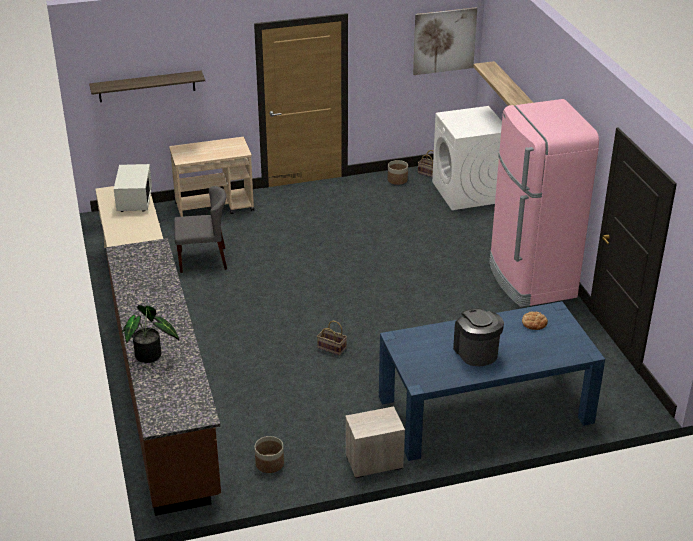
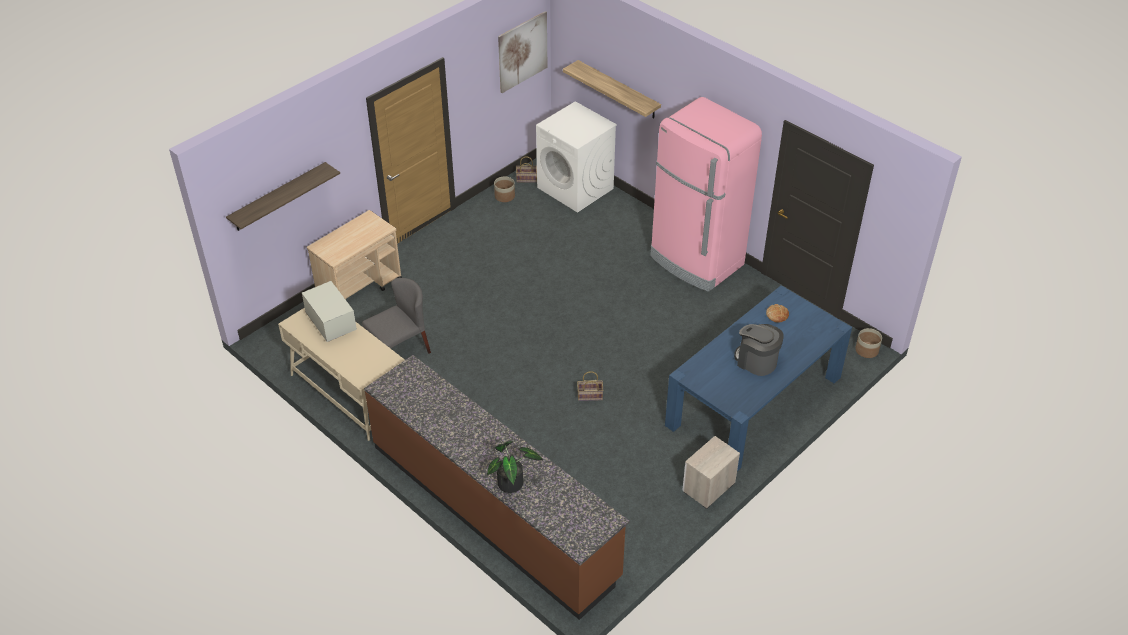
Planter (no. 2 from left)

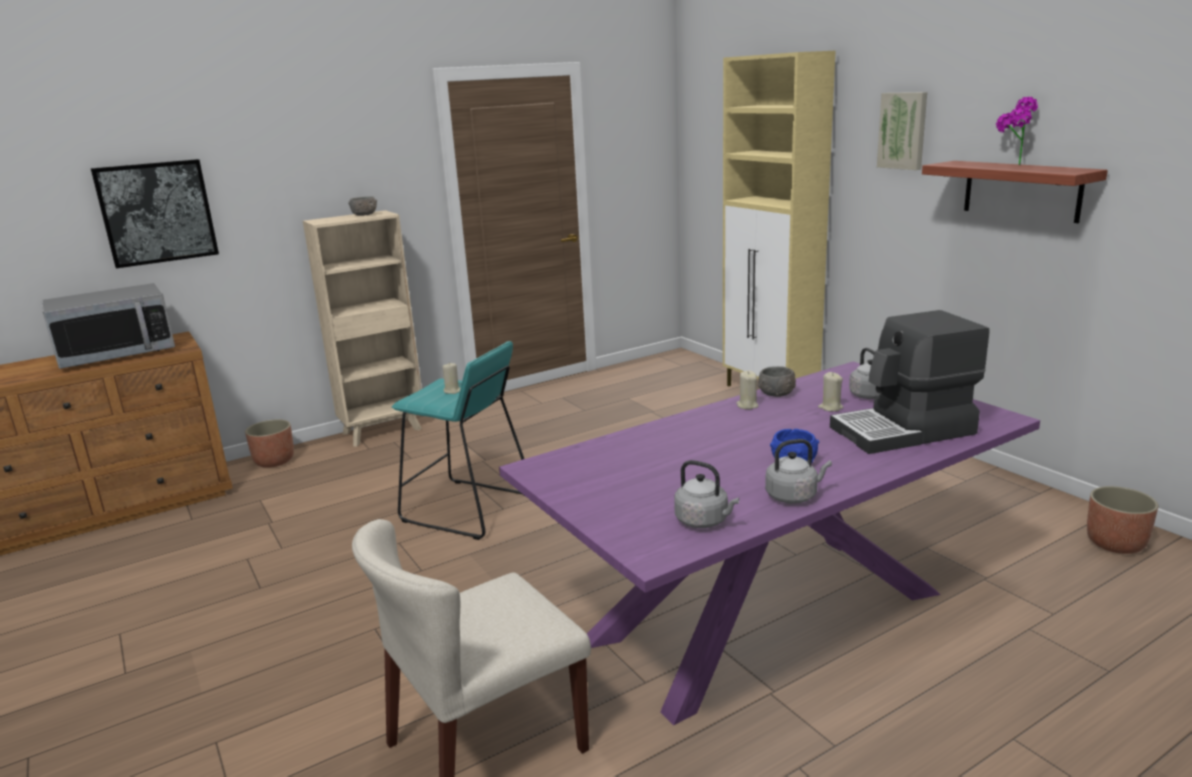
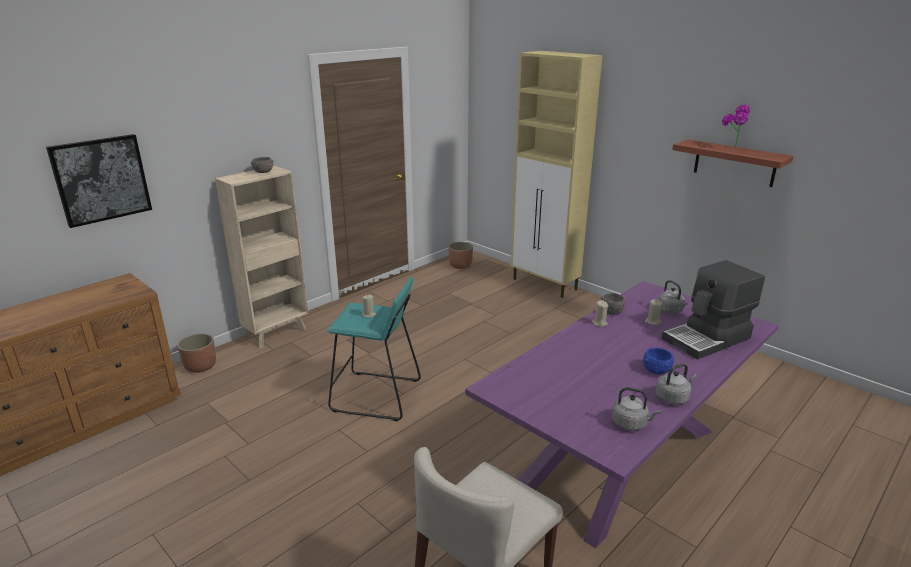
Planter (no. 2 from left)
Microwave
Picture (no. 2 from left in the first image)

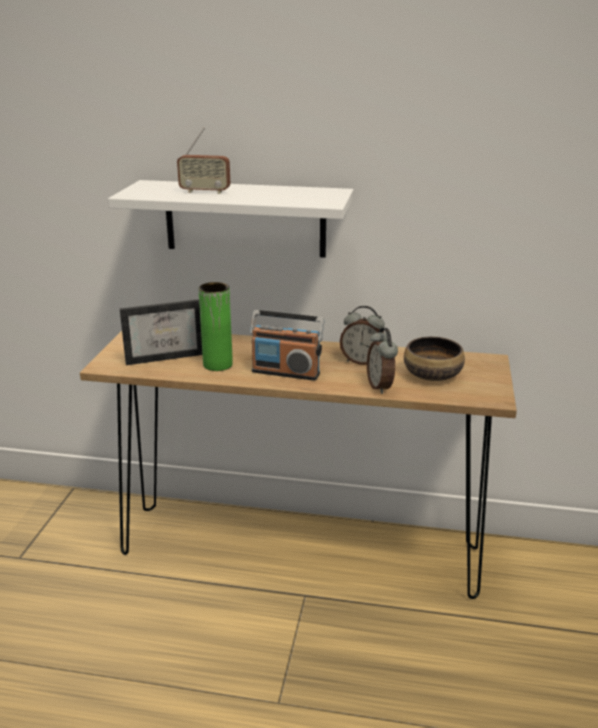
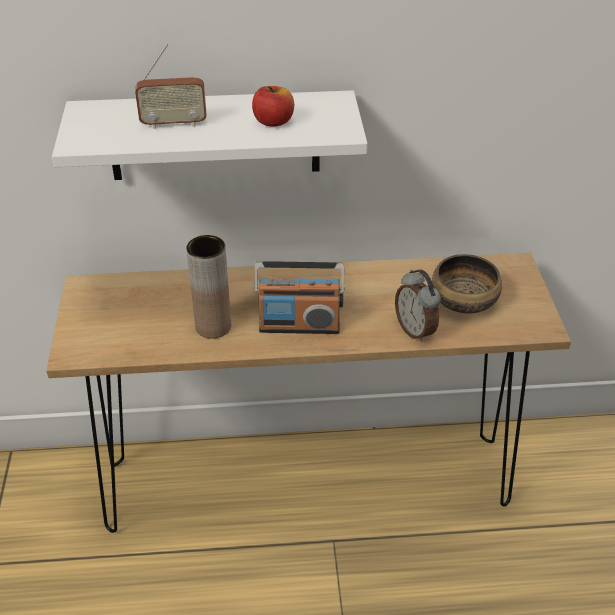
BrownVase
Apple
PictureFrame
AlarmClock (no. 1 from left in the first image)

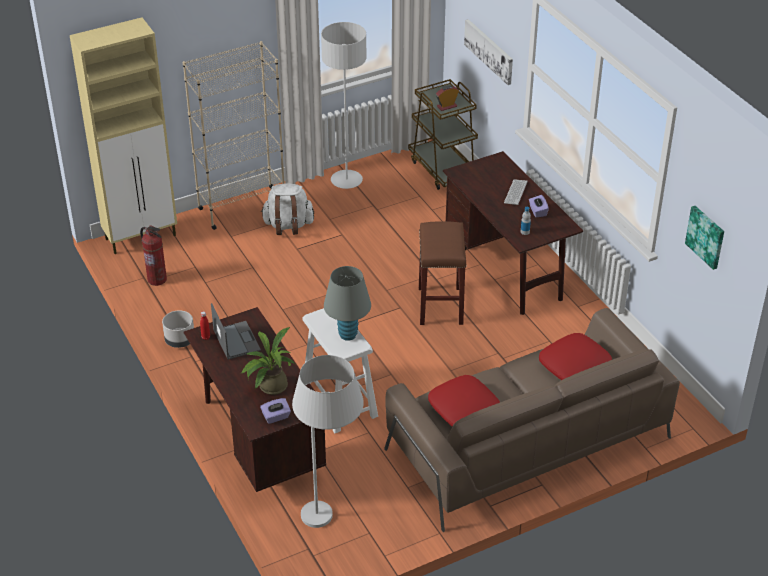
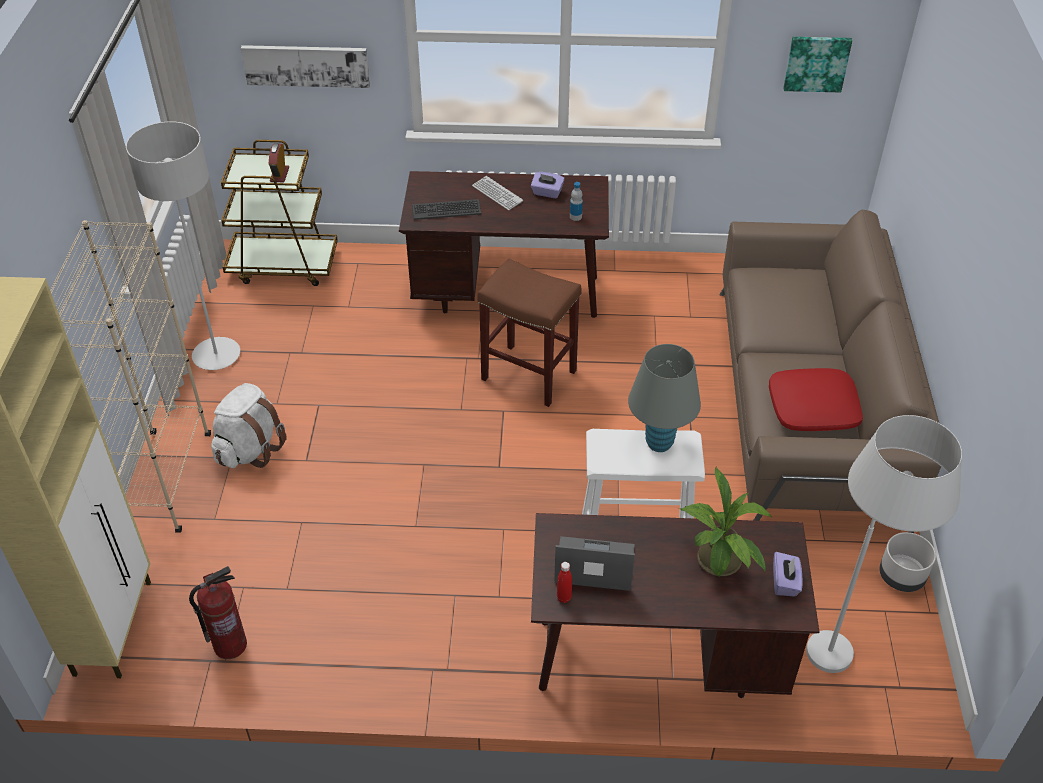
Keyboard (no. 1 from left)
GreyPlanter
RedPillow (no. 2 from left in the first image)

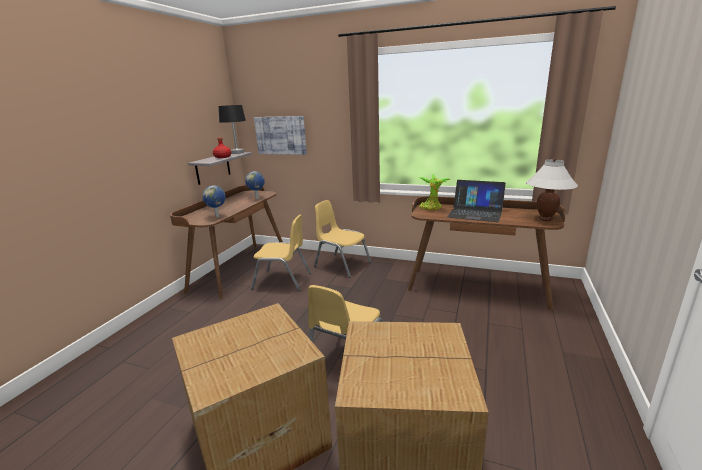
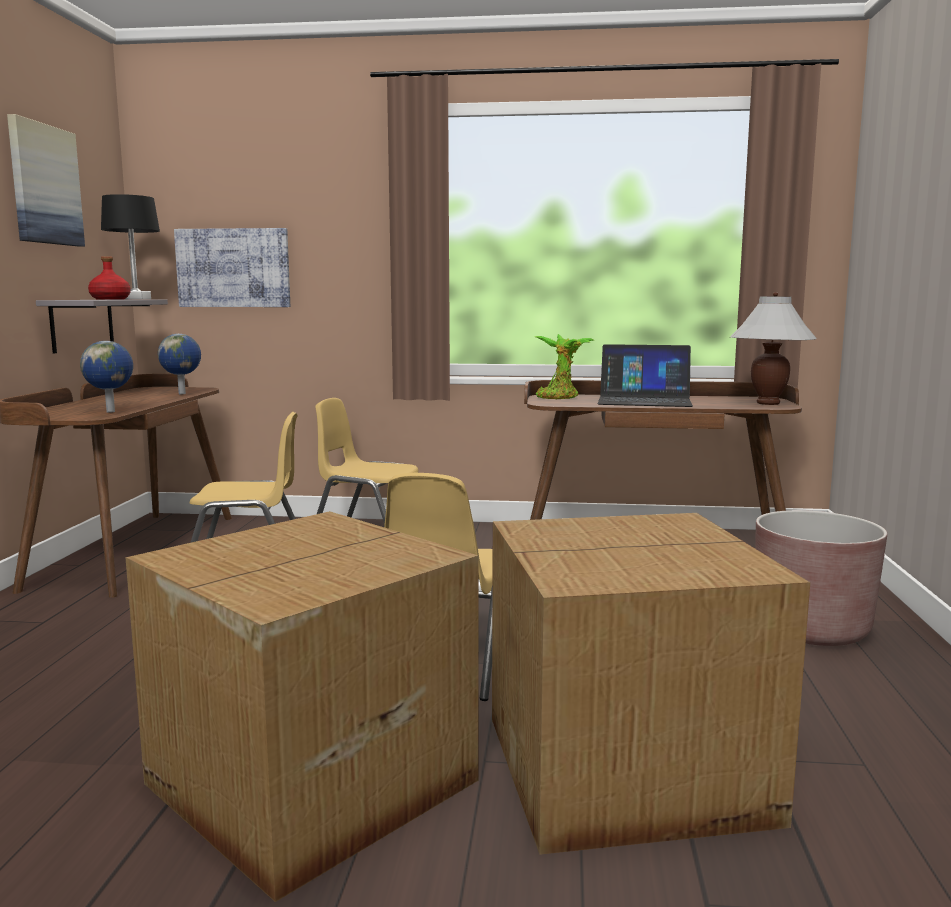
Picture (no. 1 from left)
BrownPlanter

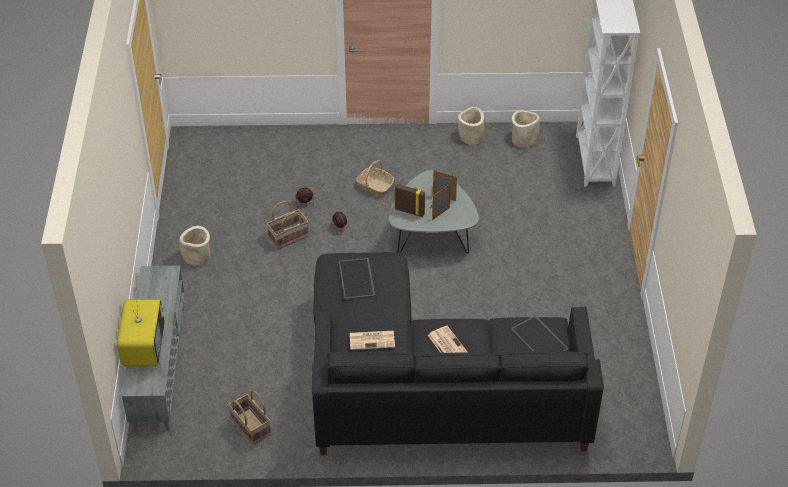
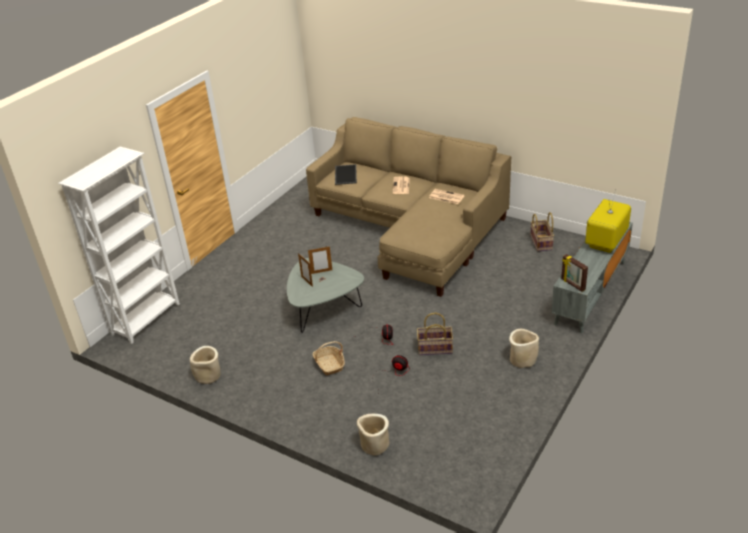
BeigeSofa
BeigePlanter (no. 2 from left)
PictureFrame (no. 3 from left)
Tray (no. 1 from left in the first image)

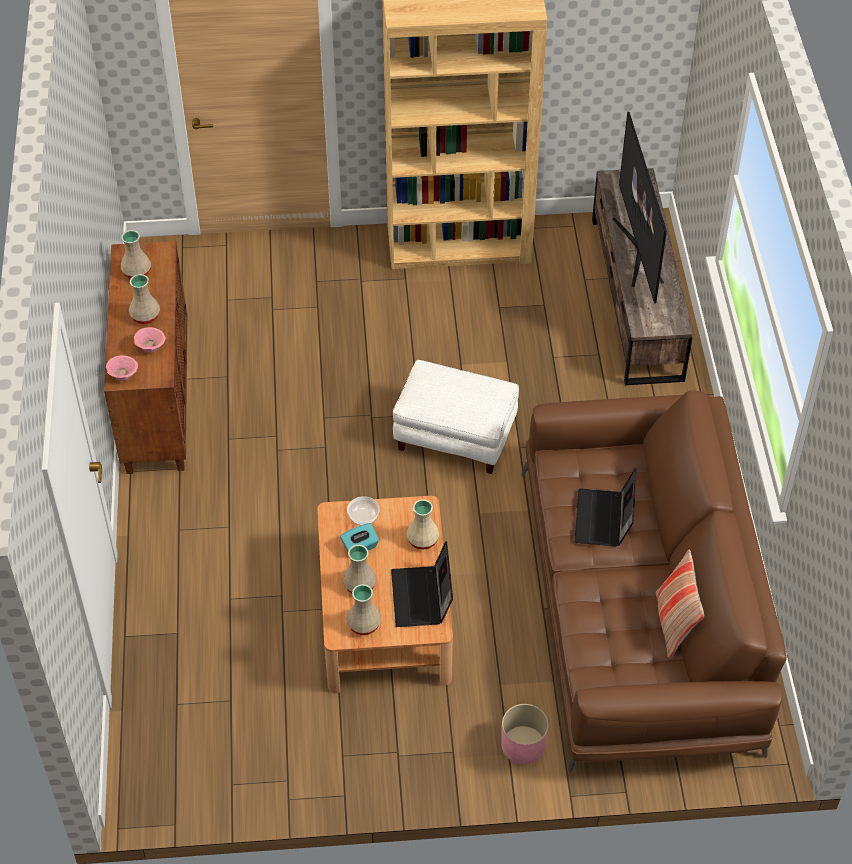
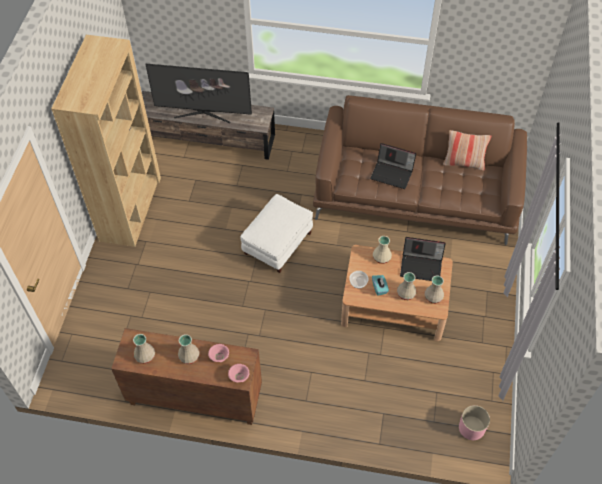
PinkPlanter

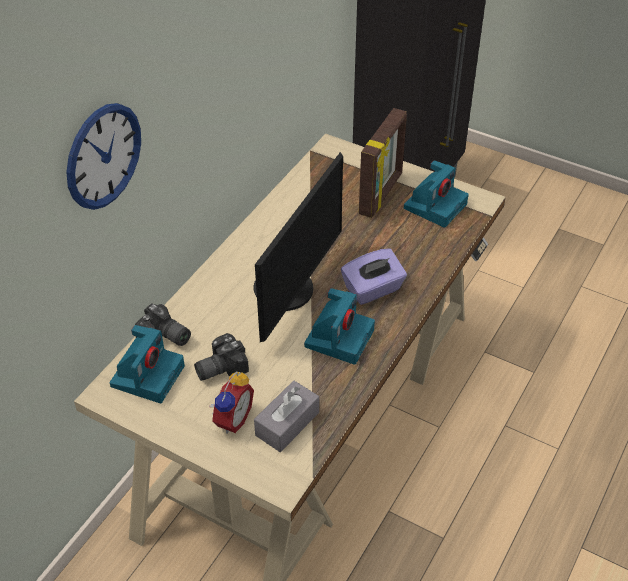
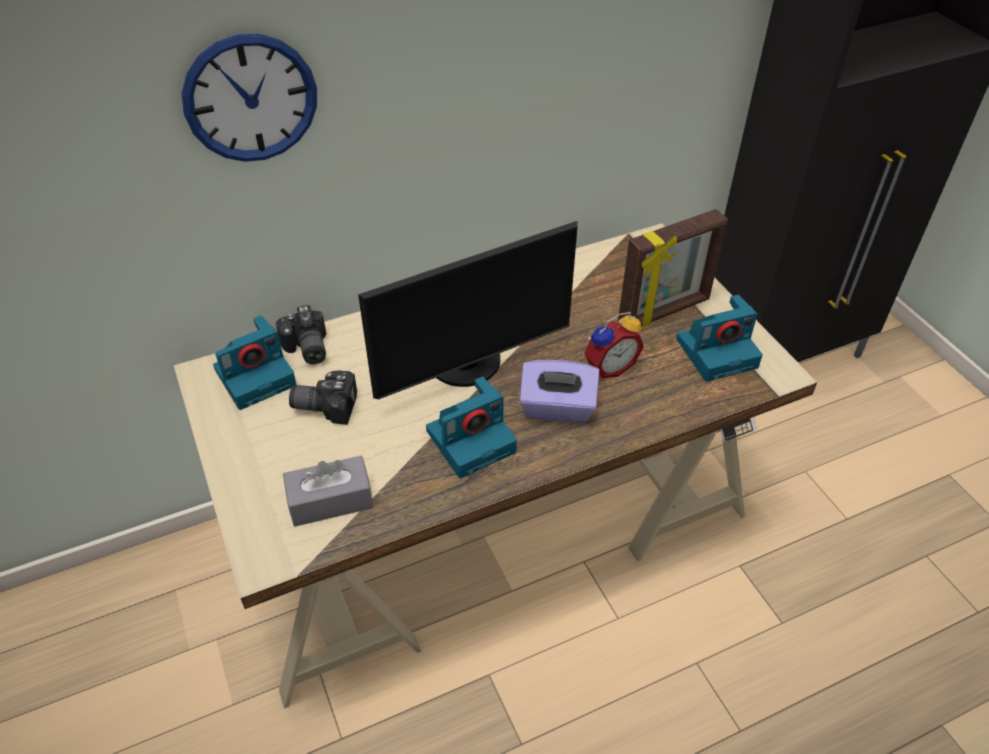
AlarmClock

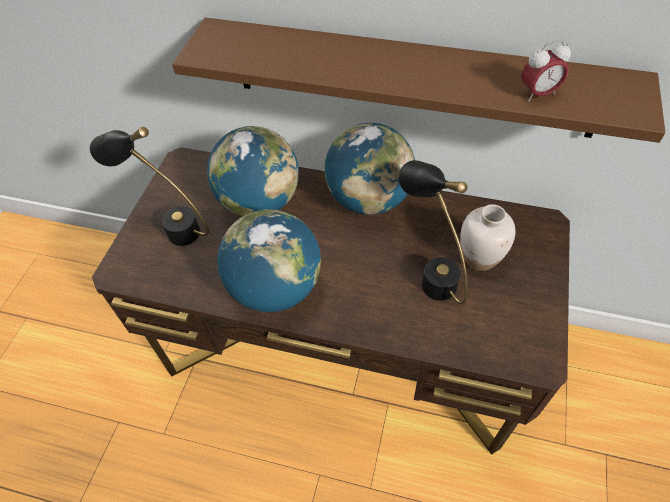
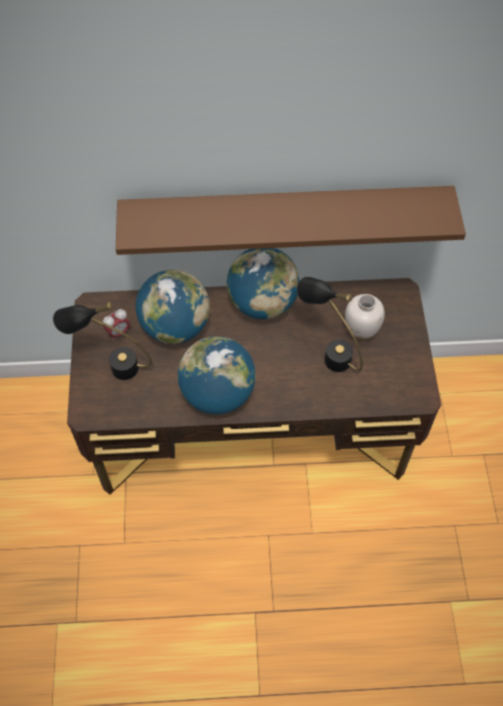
AlarmClock

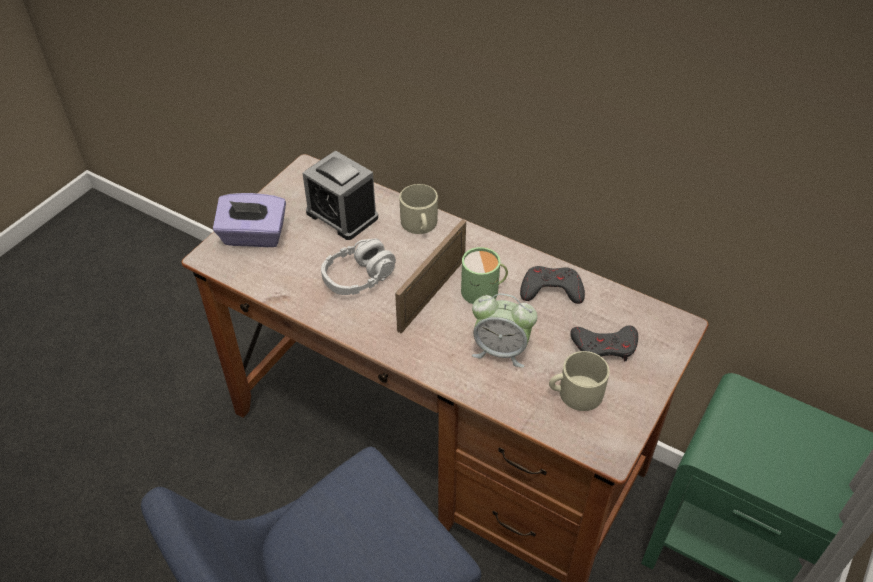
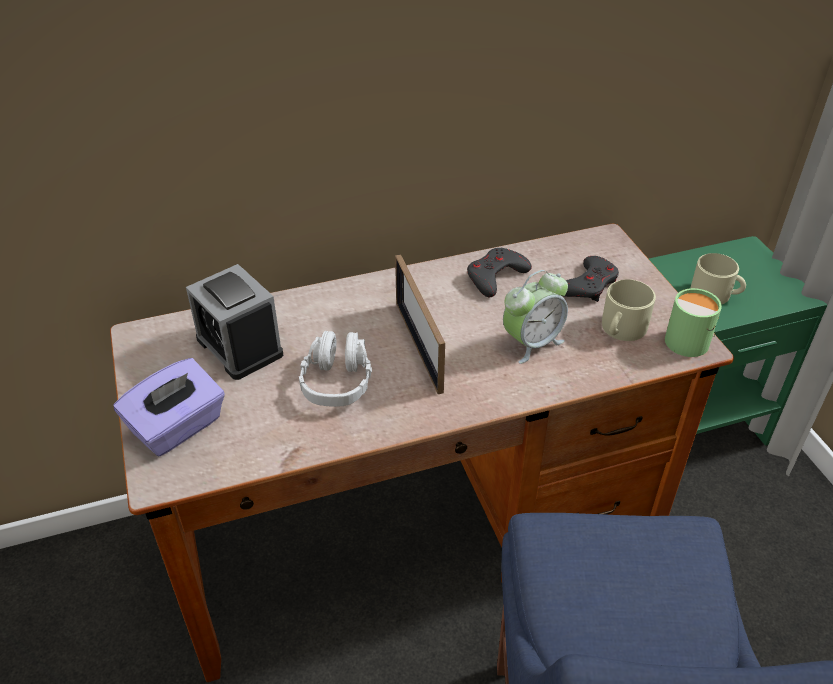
AlarmClock (no. 1 from left)
GreenMug
BeigeMug (no. 2 from left)

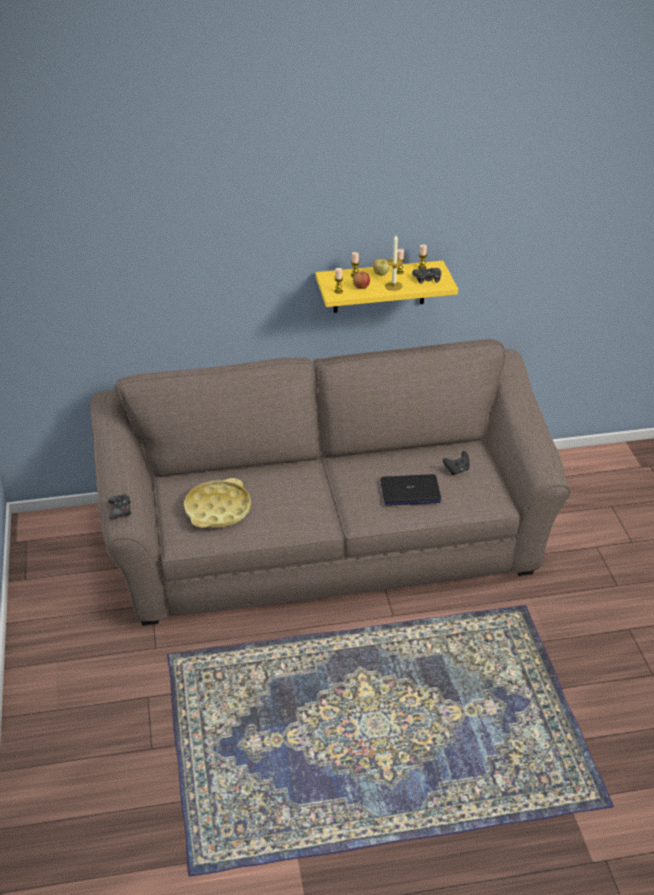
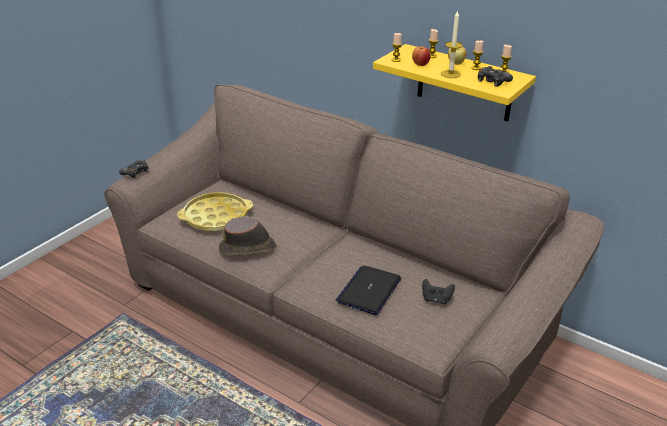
BrownHat
Laptop

